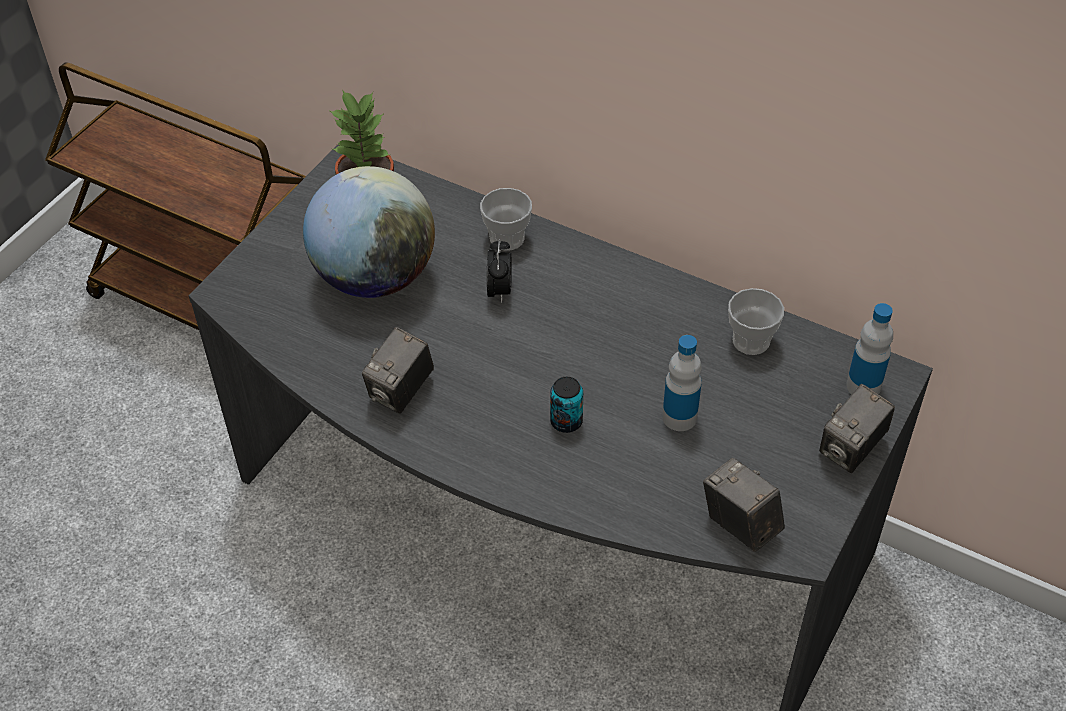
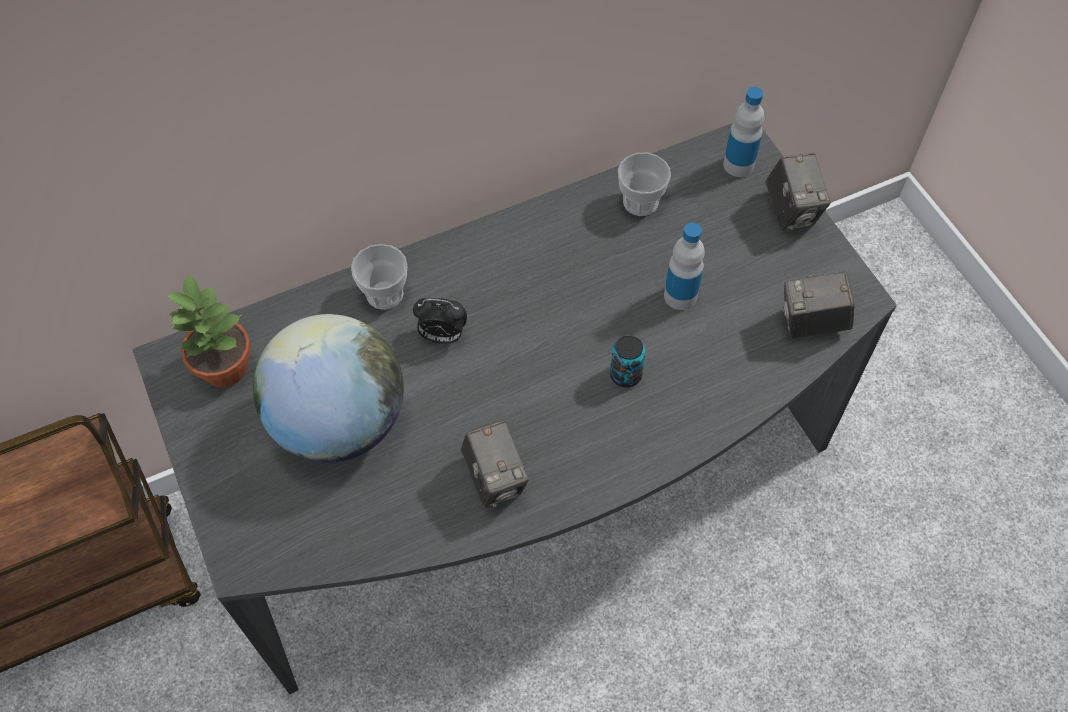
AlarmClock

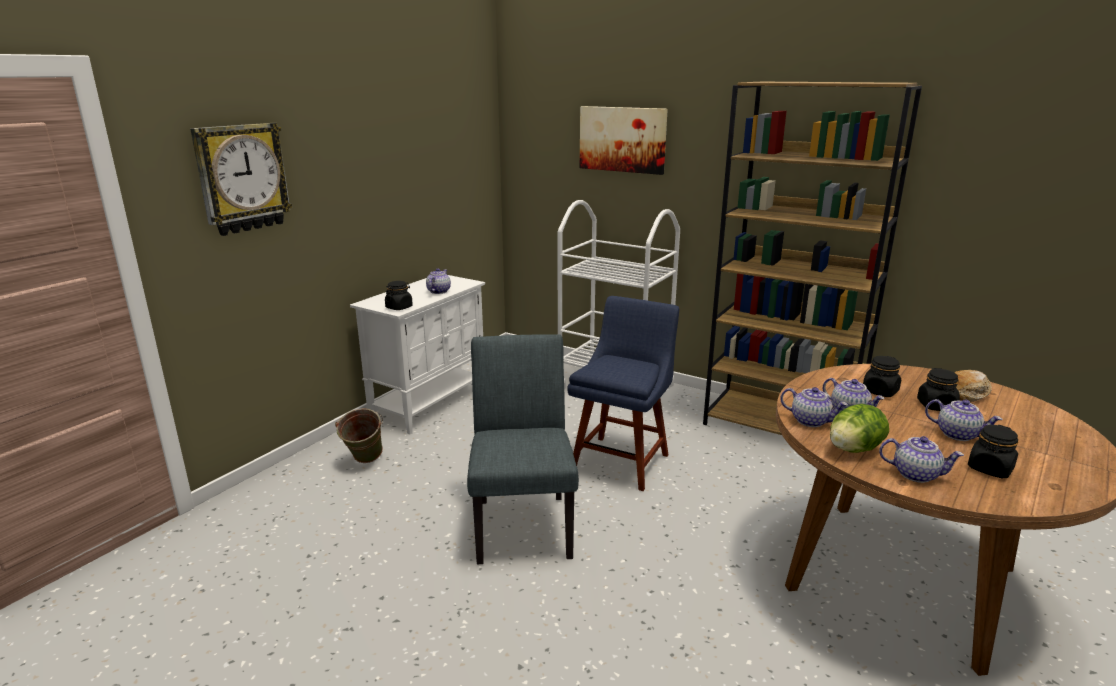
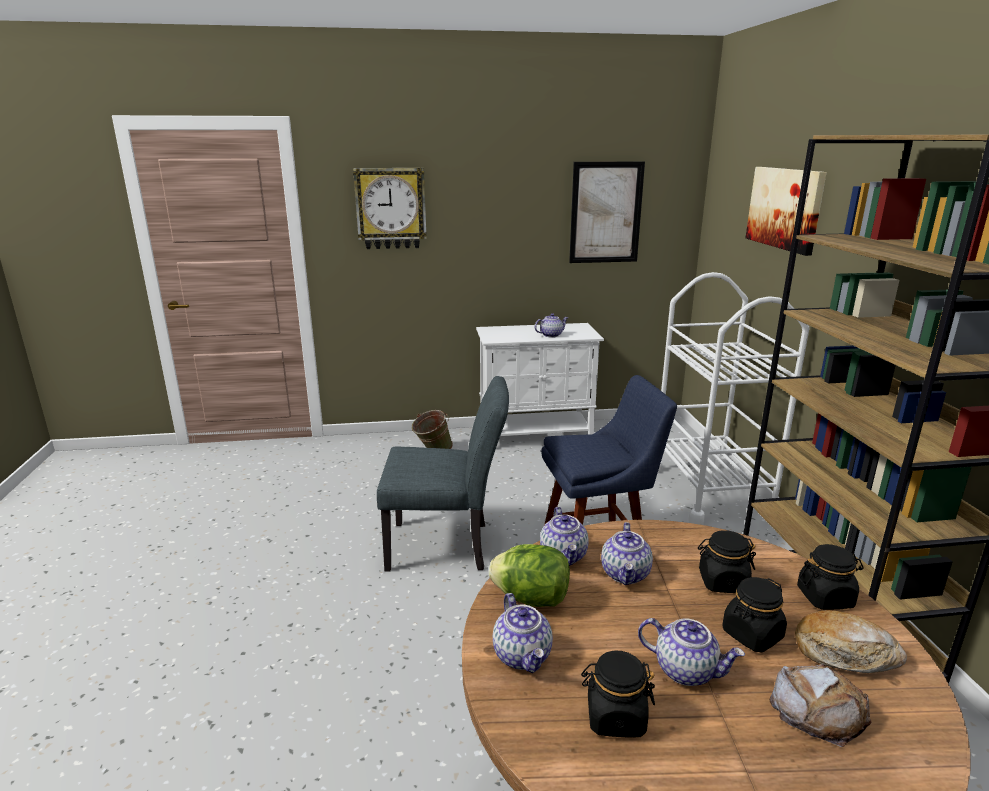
GreyChair
Picture (no. 1 from left)
Teapot (no. 5 from left)
Bread (no. 1 from left)
BlackJar (no. 4 from left)

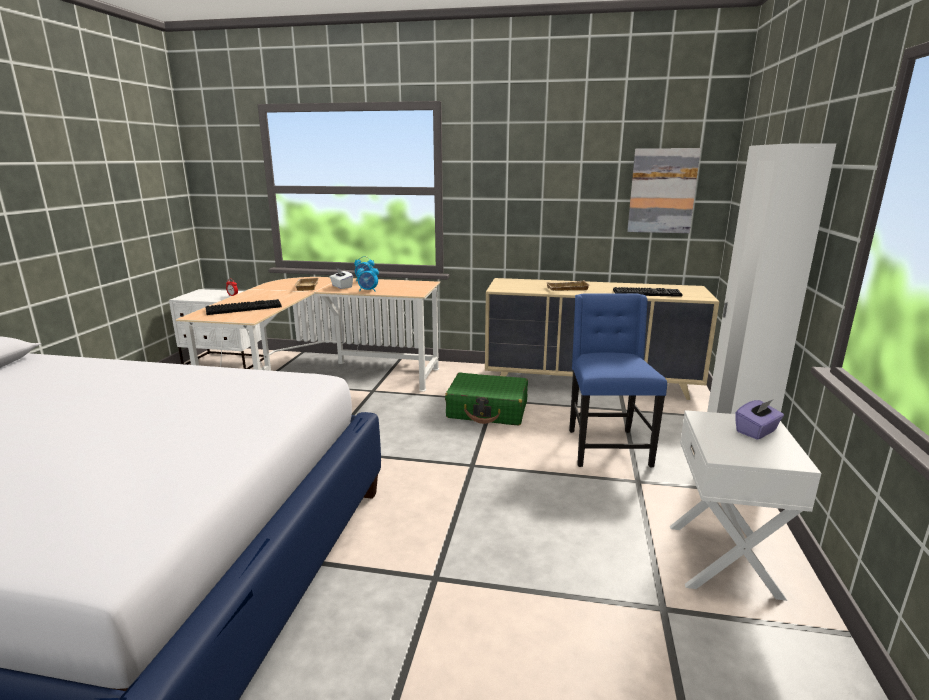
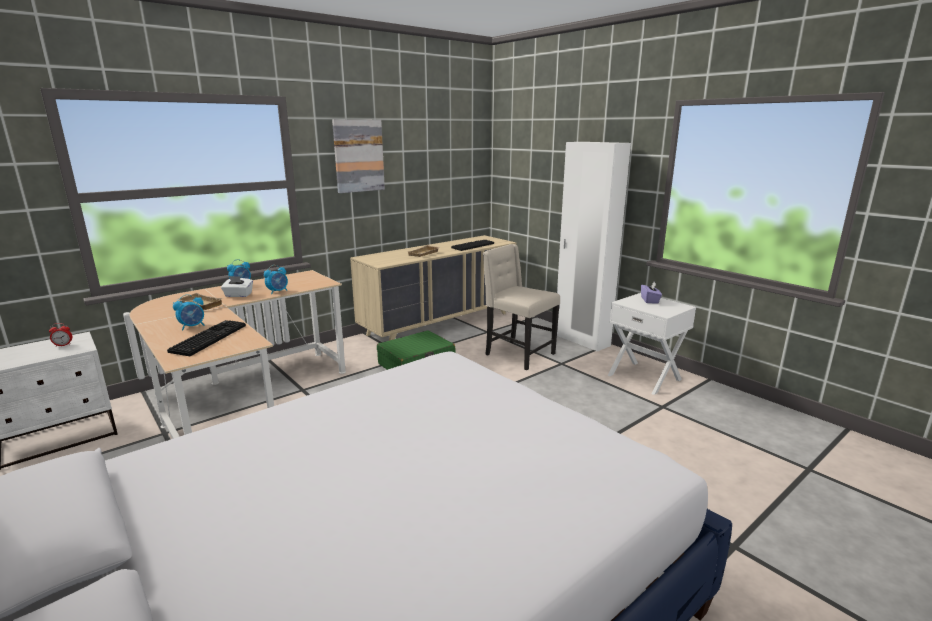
AlarmClock (no. 2 from left)
Picture
BeigeChair

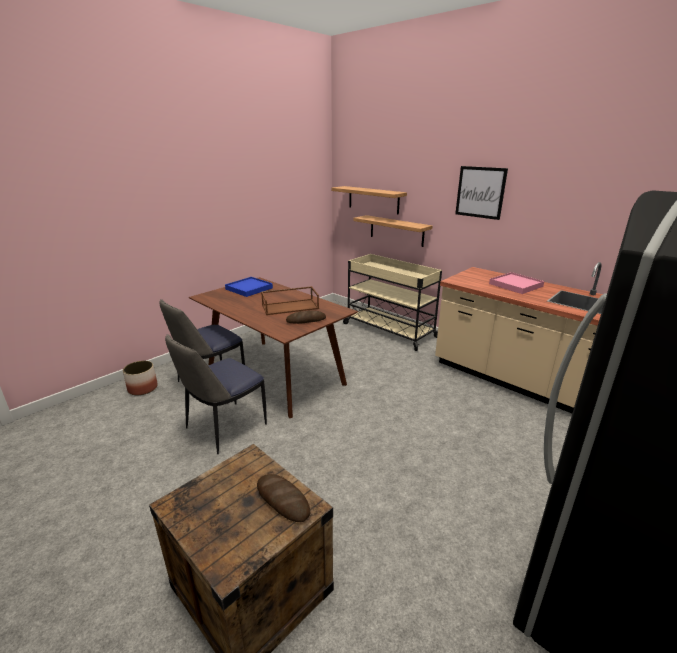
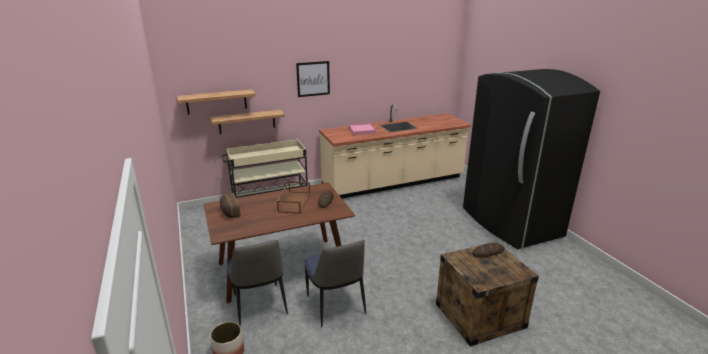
Bread (no. 1 from left)

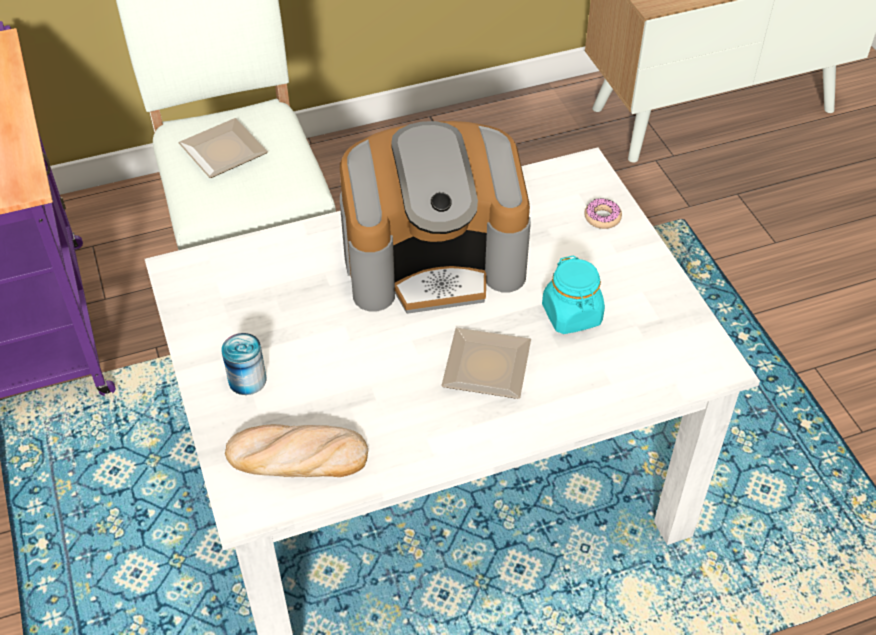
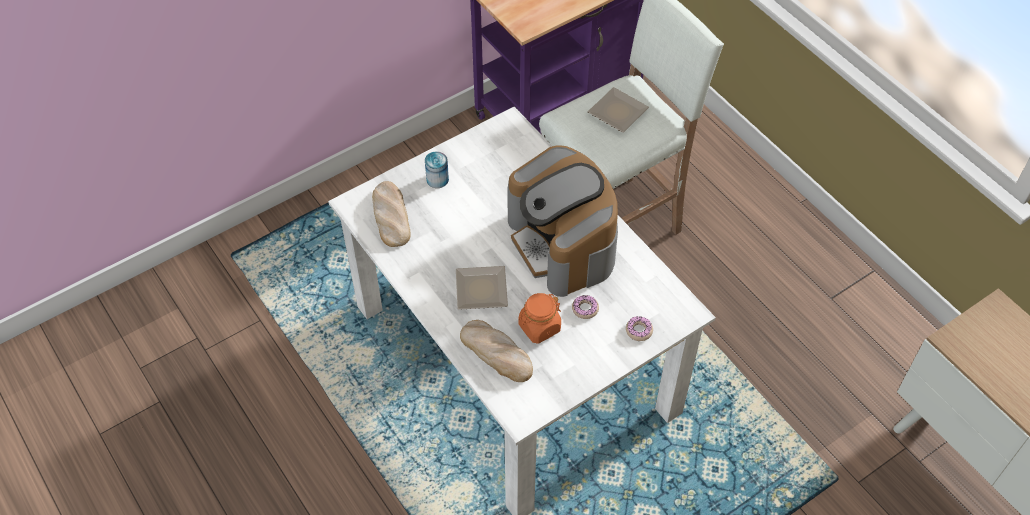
Bread (no. 2 from left)
OrangeJar
Donut (no. 1 from left)

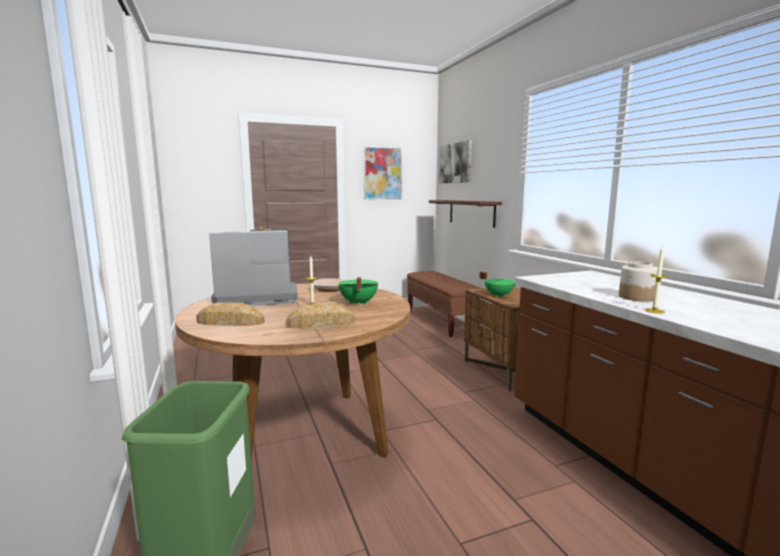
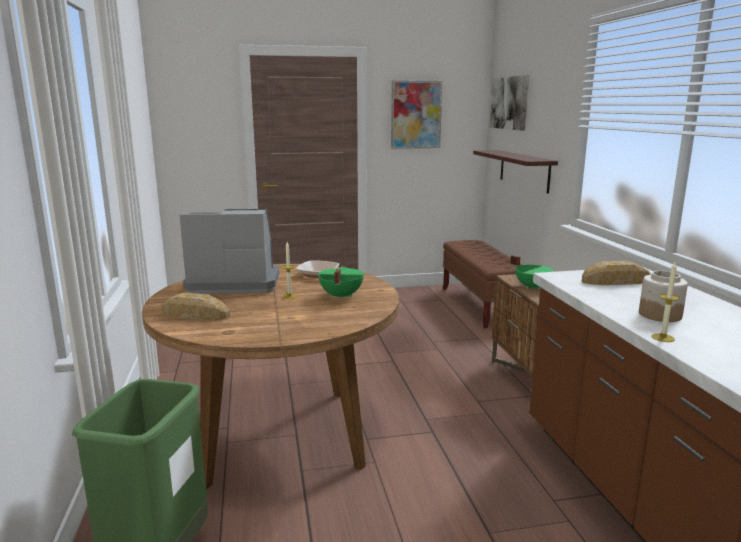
Bread (no. 2 from left)

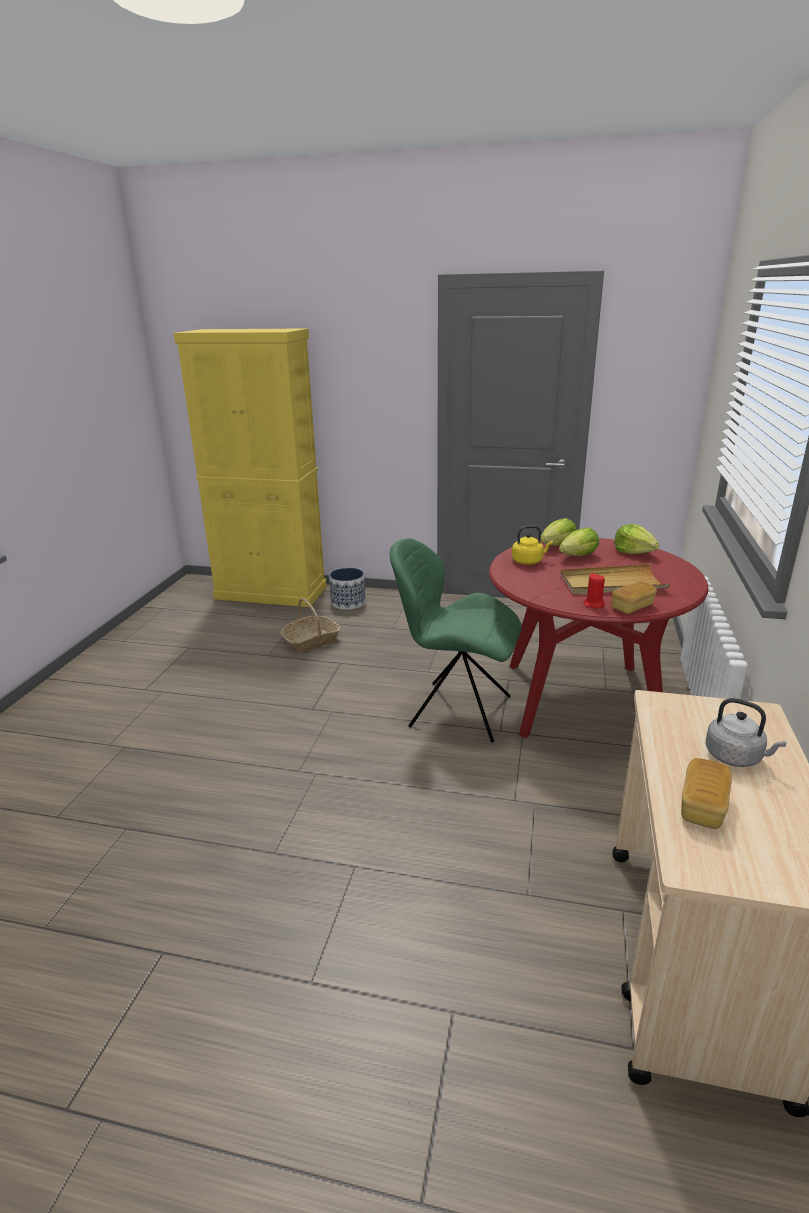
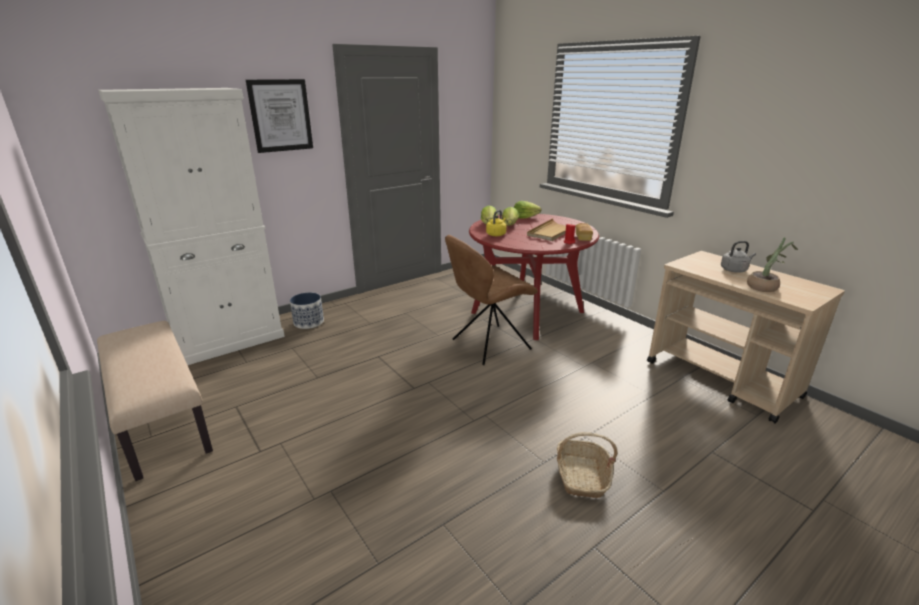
BeigeBench
WhiteCabinet
Picture
BrownChair
Basket
PottedPlant

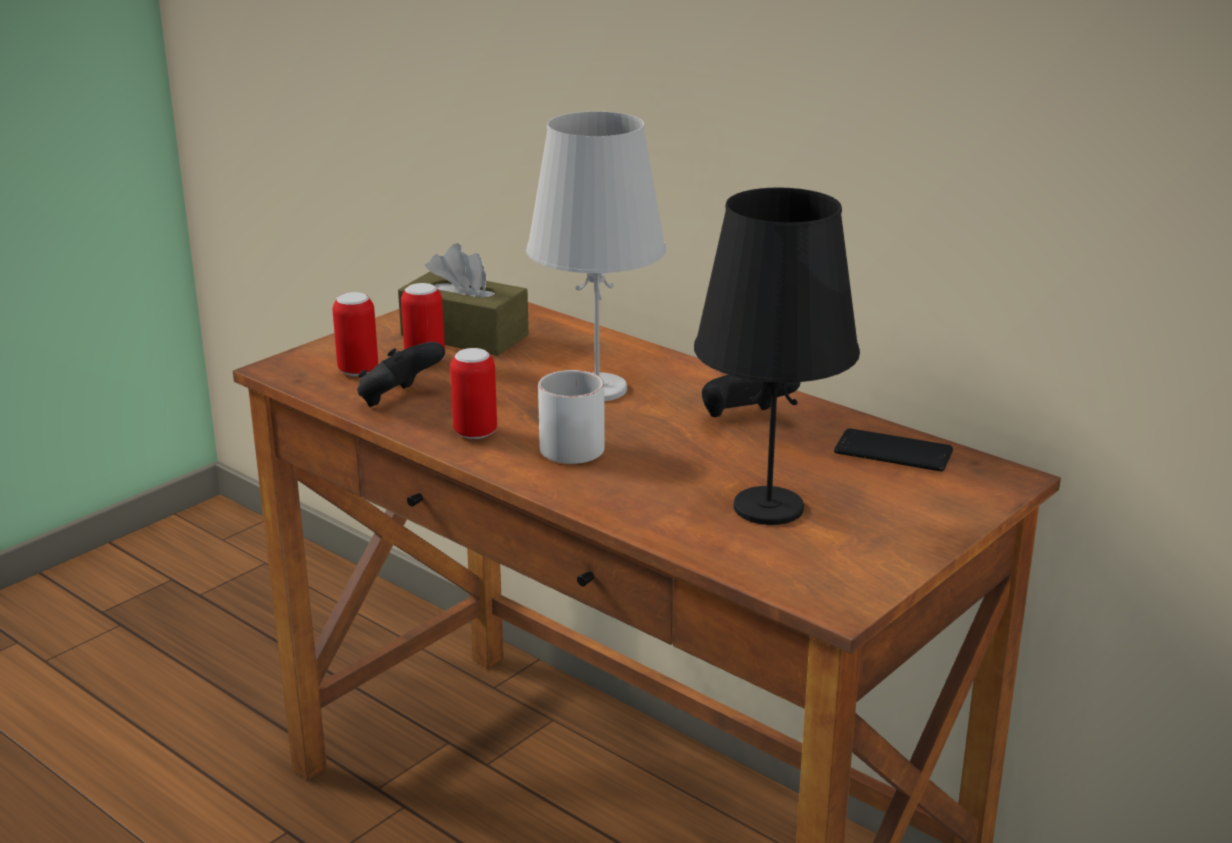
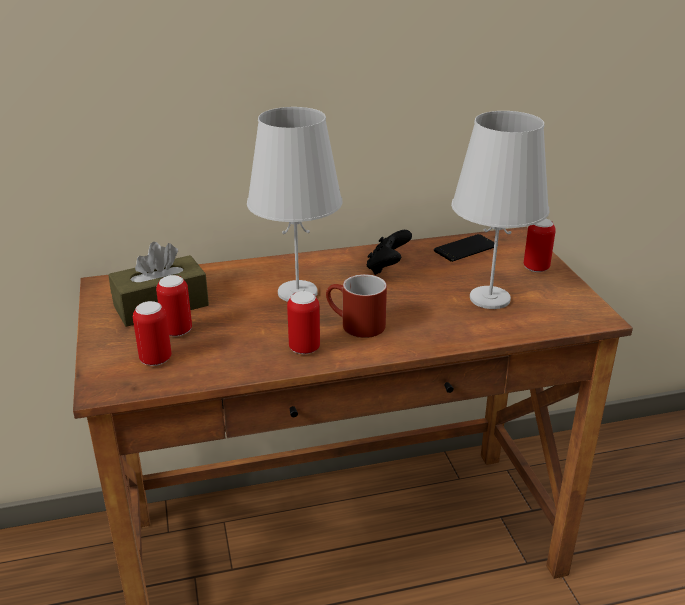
RedMug
WhiteTableLamp (no. 2 from left)
Can (no. 4 from left)
BlackGameController (no. 1 from left in the first image)

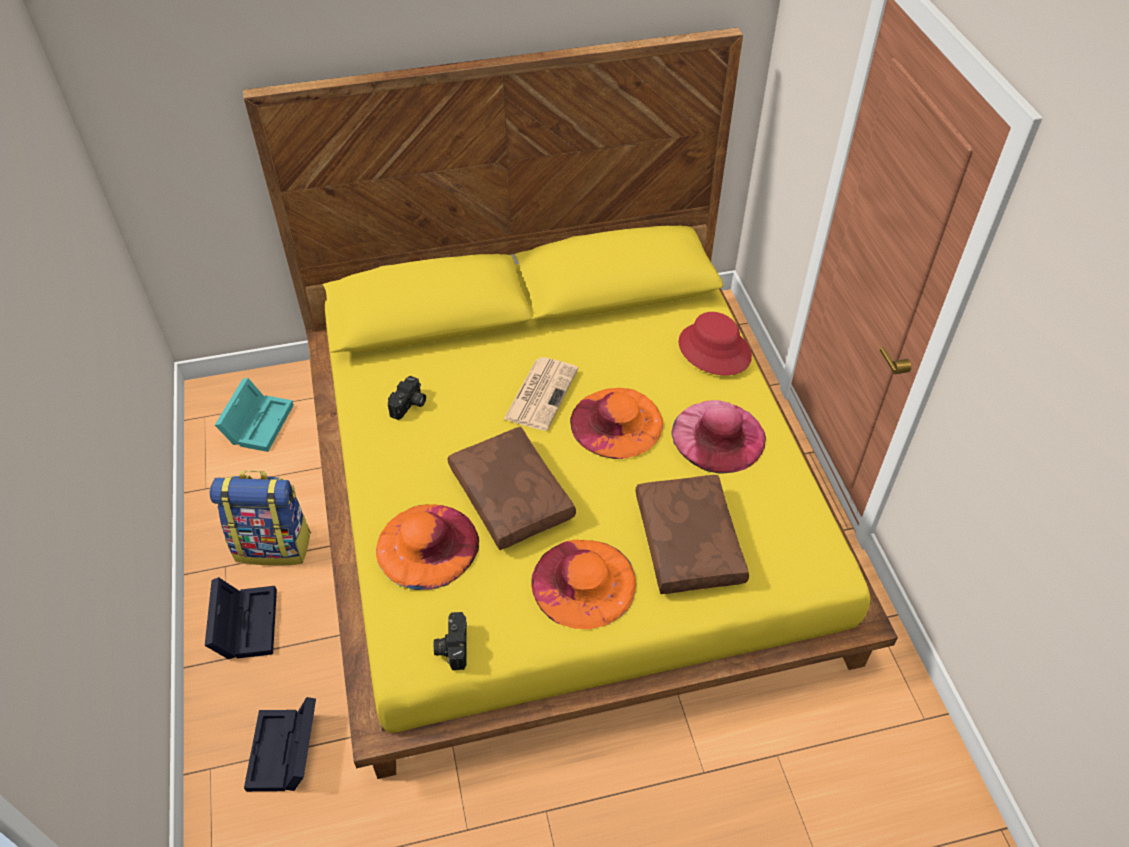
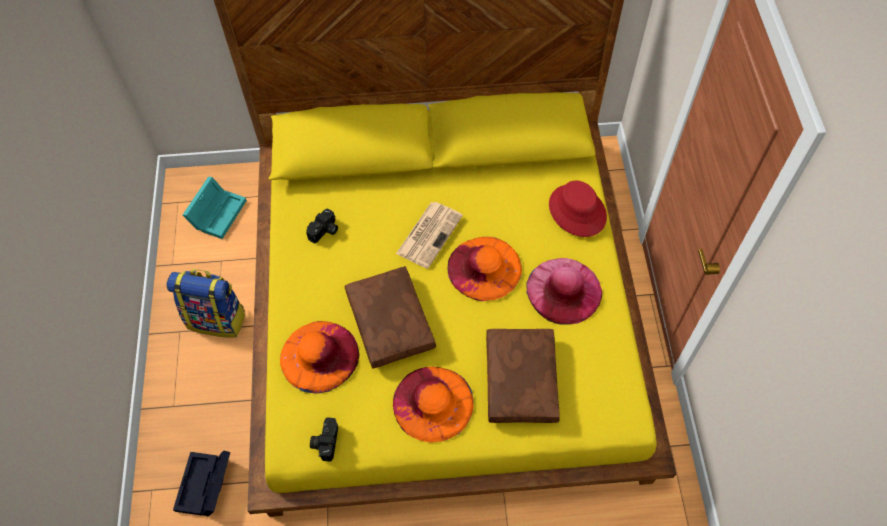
BlackStorageBox (no. 1 from left in the first image)

